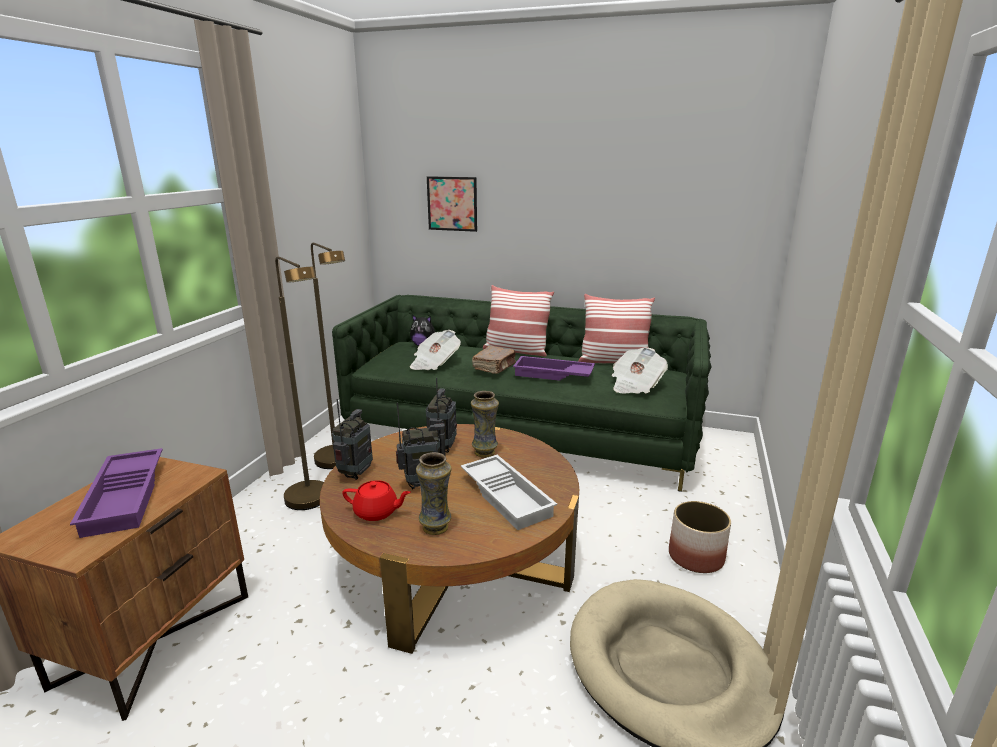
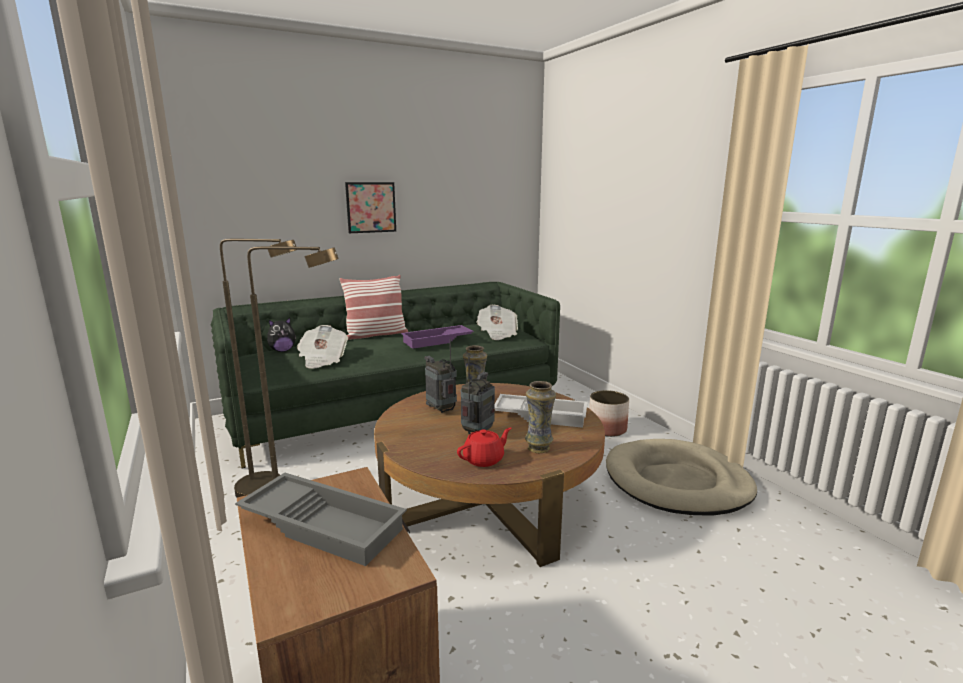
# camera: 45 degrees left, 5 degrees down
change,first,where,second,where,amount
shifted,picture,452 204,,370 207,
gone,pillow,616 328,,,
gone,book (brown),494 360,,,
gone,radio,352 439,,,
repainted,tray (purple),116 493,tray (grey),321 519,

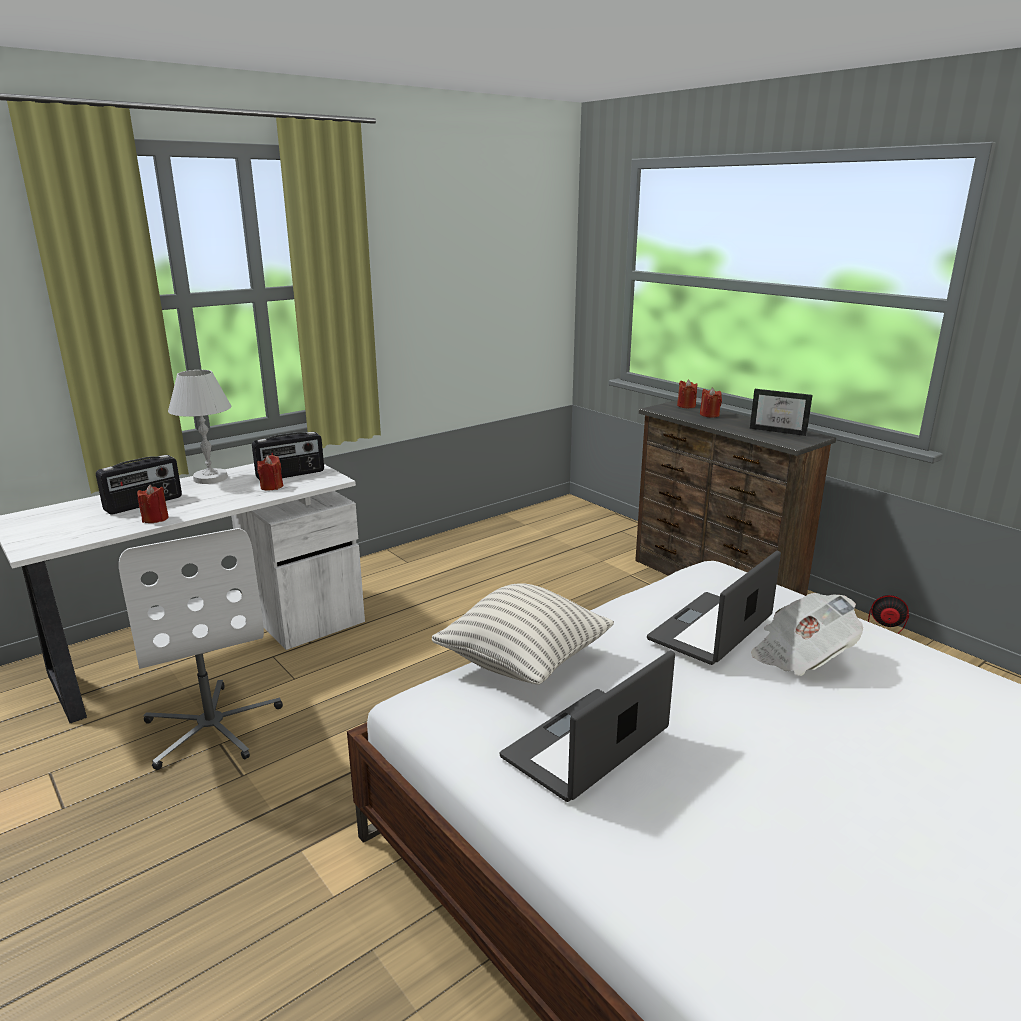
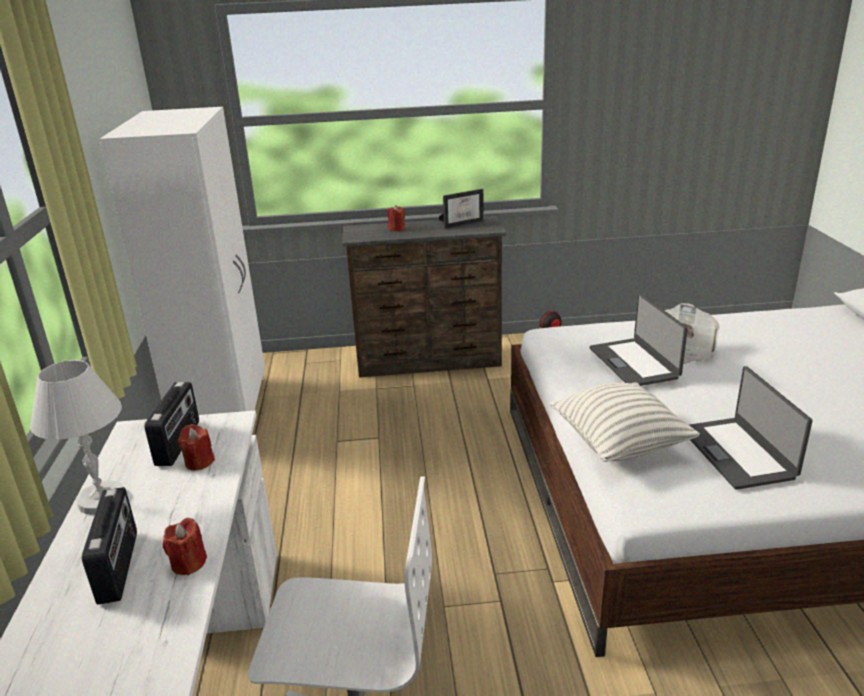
# camera: 55 degrees left, 5 degrees up
change,first,where,second,where,amount
gone,candle (red),687 394,,,
new,,,wardrobe (white),182 261,

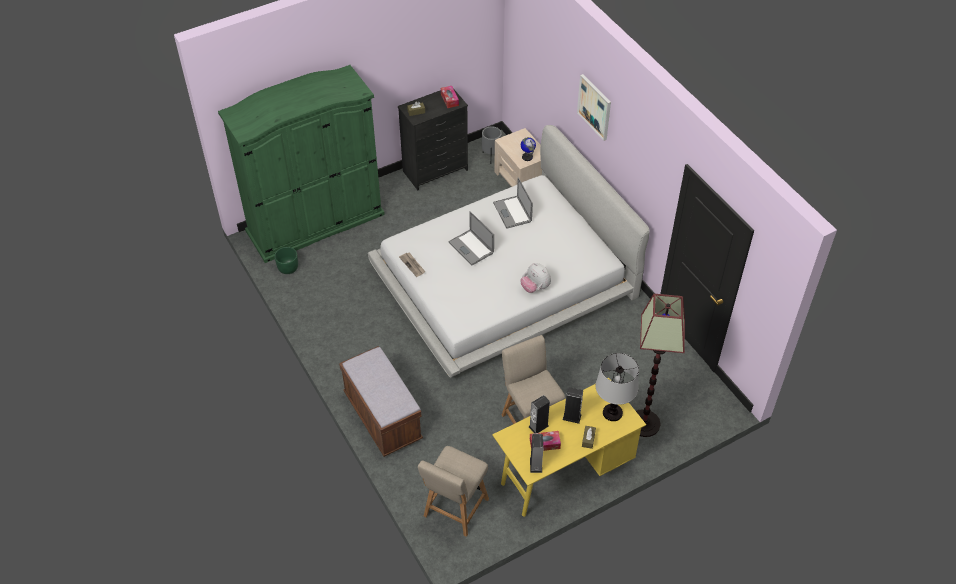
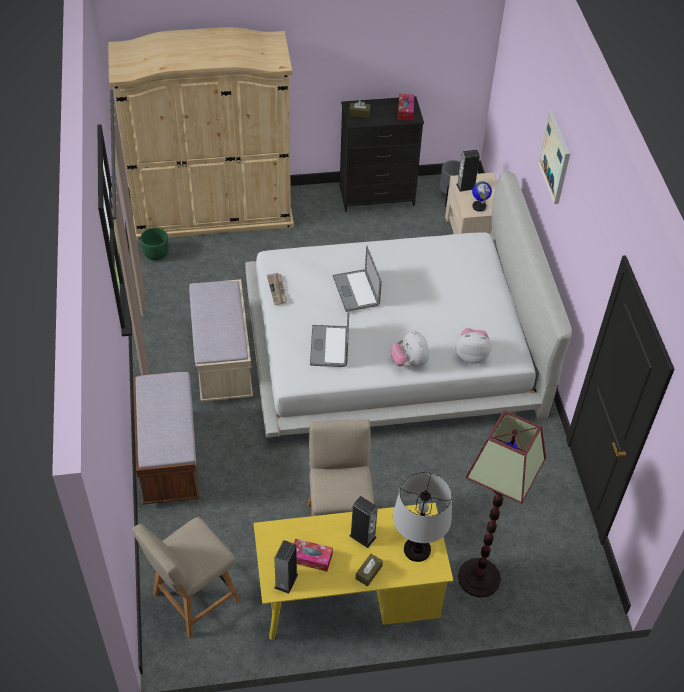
# camera: 20 degrees right, 0 degrees up
change,first,where,second,where,amount
repainted,wardrobe (green),301 164,wardrobe (beige),201 133,
shifted,laptop,513 203,,330 335,
shifted,speaker,539 414,,468 170,
new,,,bench (beige),221 340,
new,,,plush toy,473 346,

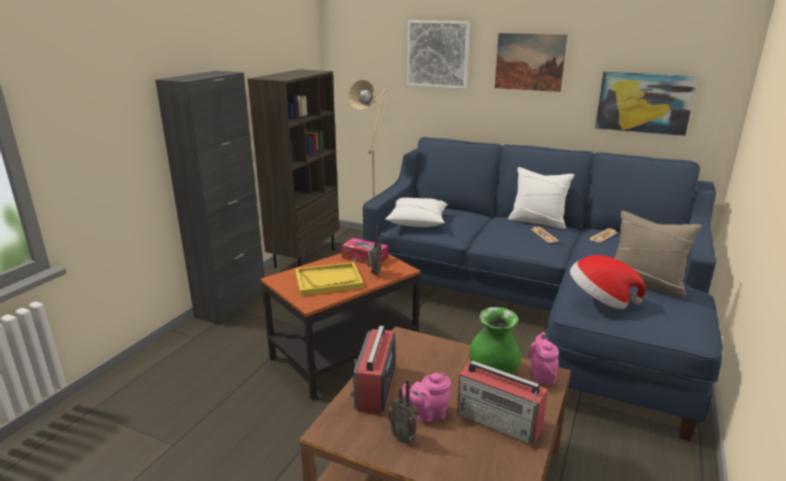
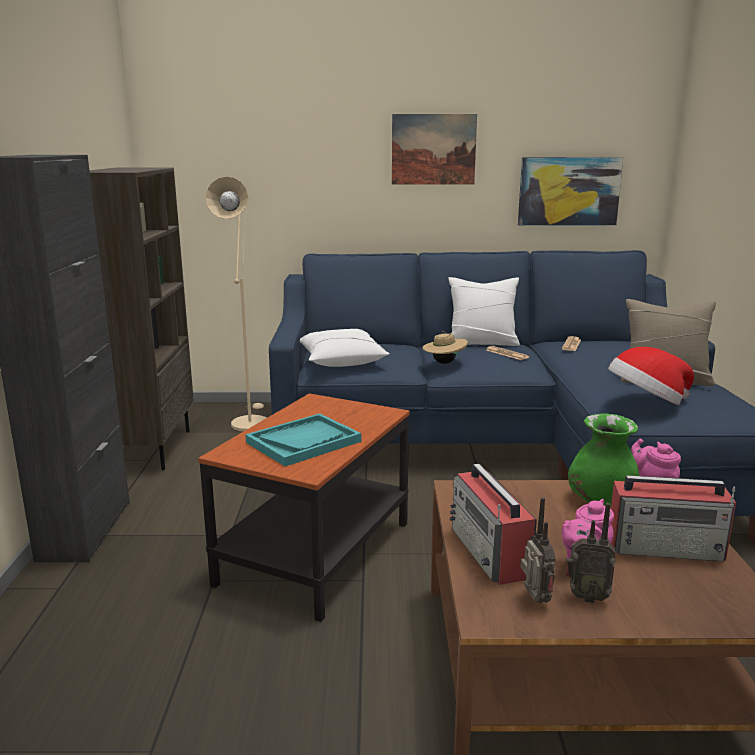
# camera: 25 degrees left, 5 degrees down
change,first,where,second,where,amount
gone,picture,438 55,,,
shifted,radio,374 250,,537 550,
gone,tissue box,364 251,,,
repainted,tray (yellow),329 279,tray (turquoise),303 439,
new,,,hat (beige),445 347,

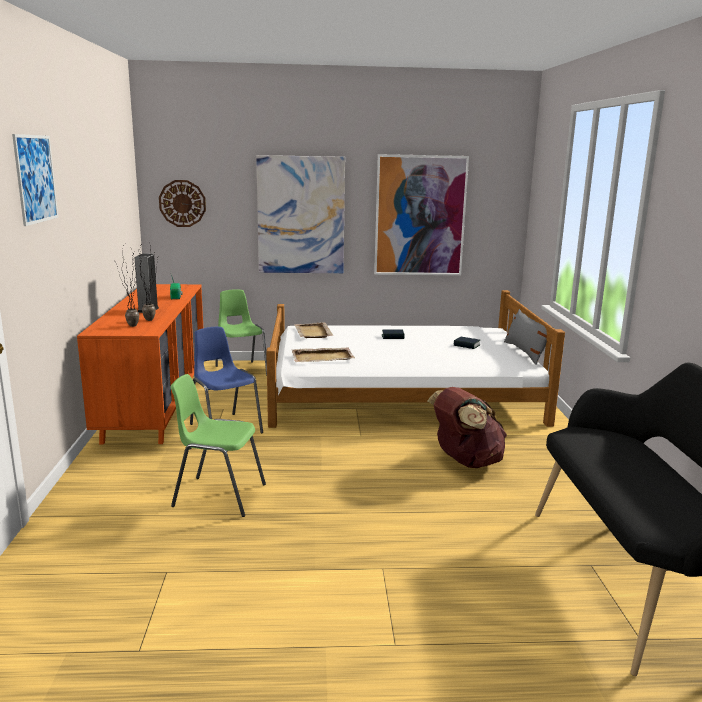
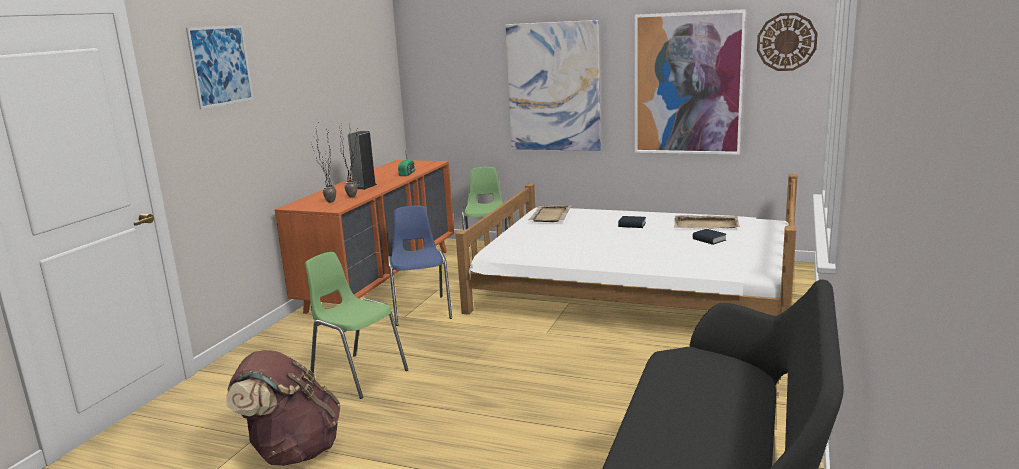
# camera: 25 degrees right, 0 degrees up
change,first,where,second,where,amount
shifted,wall clock,182 203,,787 42,
gone,pillow (grey),525 337,,,
shifted,tray (beige),323 354,,707 222,
shifted,backpack (brown),467 427,,283 408,

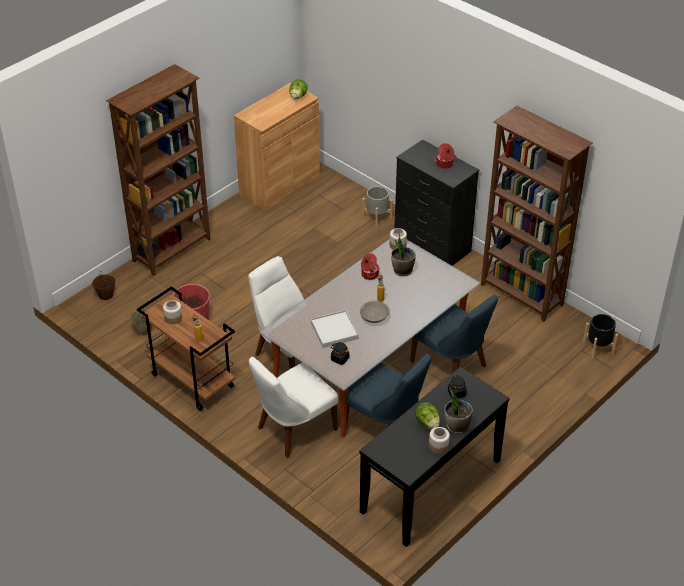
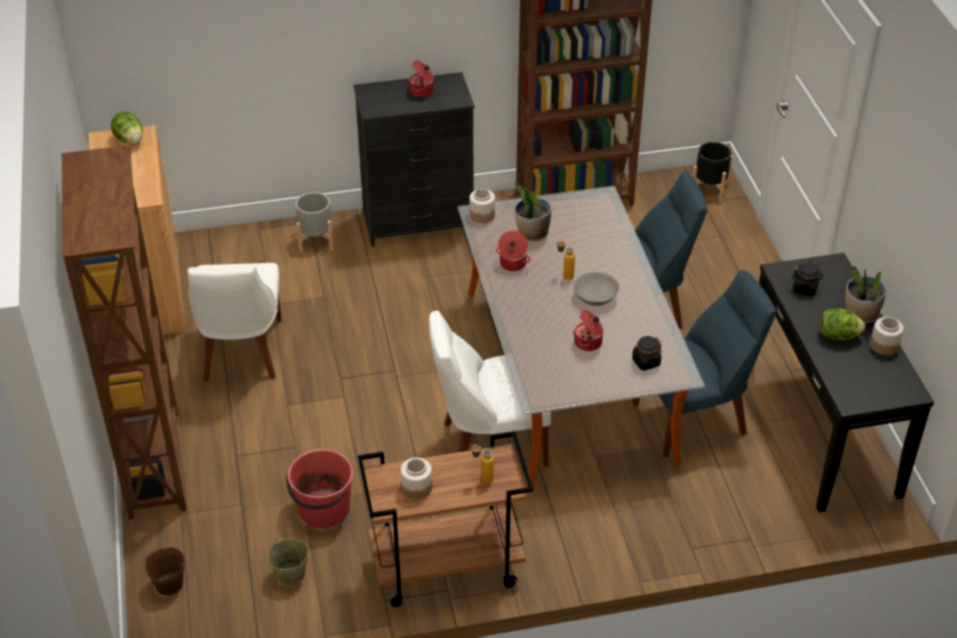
# camera: 55 degrees left, 0 degrees up
change,first,where,second,where,amount
swapped,tray (white),335 329,cooking pot,588 330,
shifted,chair (white),293 407,,234 322,

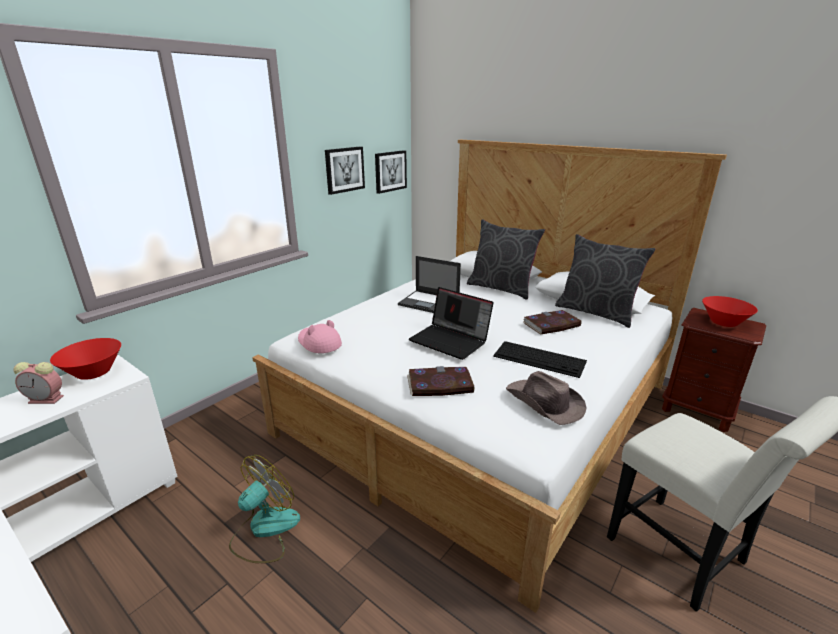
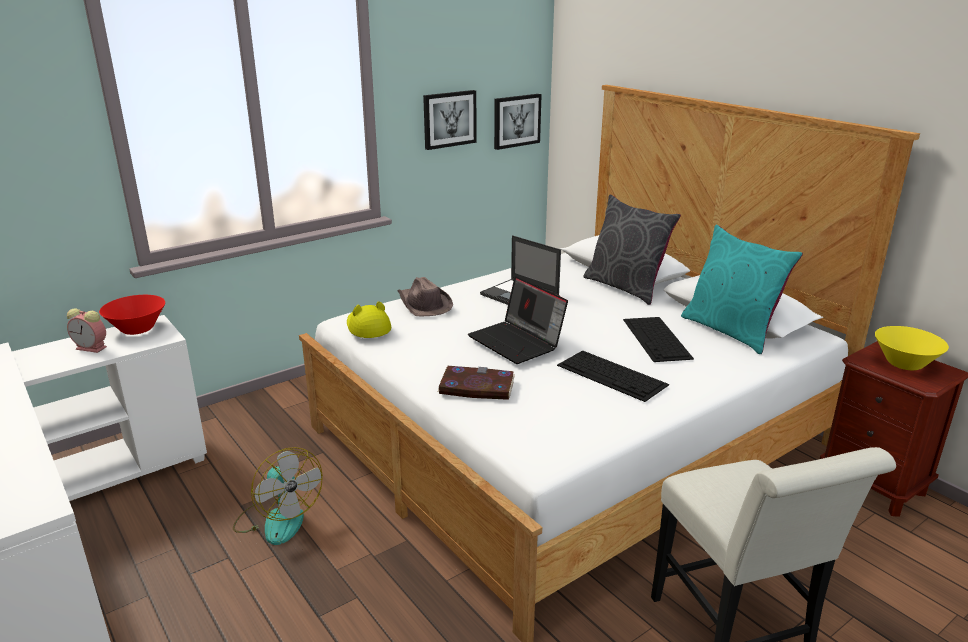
# camera: 15 degrees right, 0 degrees up
change,first,where,second,where,amount
repainted,pillow (grey),605 281,pillow (turquoise),742 289,
repainted,bowl (red),730 311,bowl (yellow),912 348,
swapped,book,552 322,keyboard,658 339,
repainted,hat (pink),320 336,hat (yellow),369 319,
shifted,hat (brown),546 398,,425 296,
rotated,fan,264 509,,278 496,90 degrees clockwise

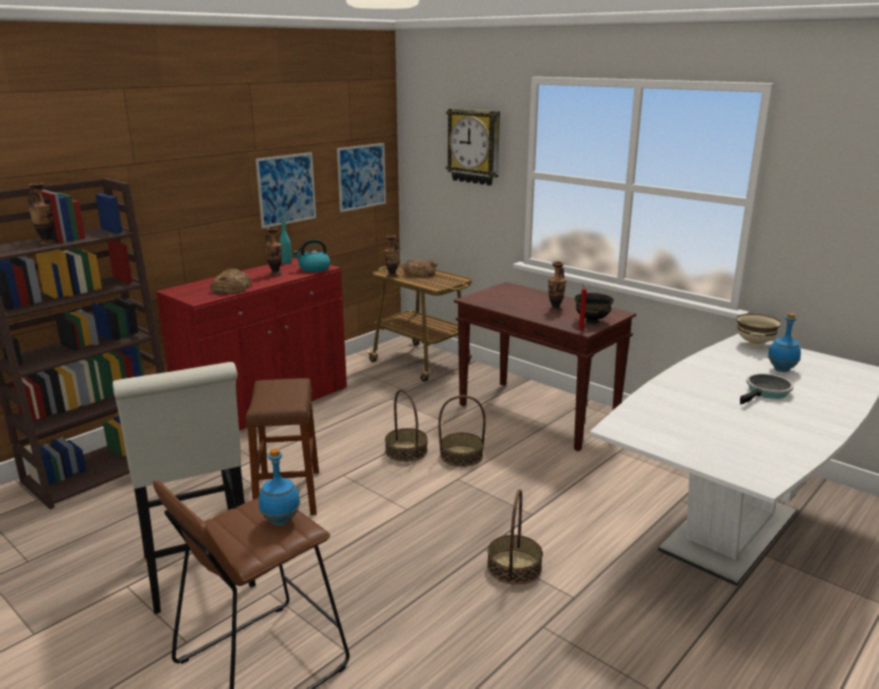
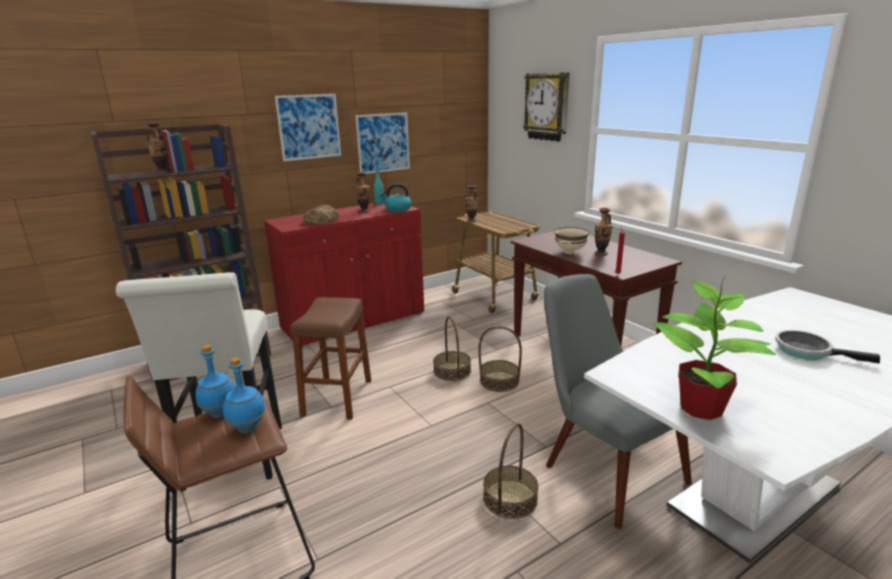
# camera: 15 degrees right, 0 degrees up
change,first,where,second,where,amount
shifted,picture,361 177,,308 127,
gone,bread,420 268,,,
gone,bowl (black),594 308,,,
shifted,bottle (blue),784 342,,215 381,
shifted,bowl (beige),758 331,,572 240,
rotated,frying pan,767 388,,827 347,120 degrees counterclockwise
new,,,chair (grey),618 401,
new,,,potted plant,715 349,

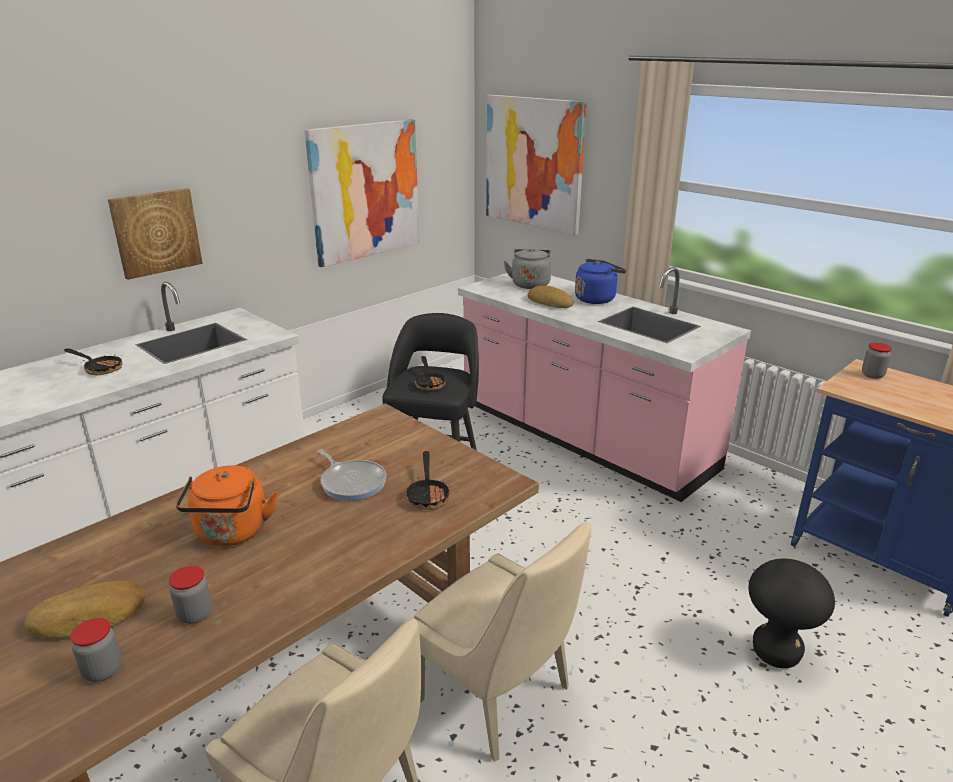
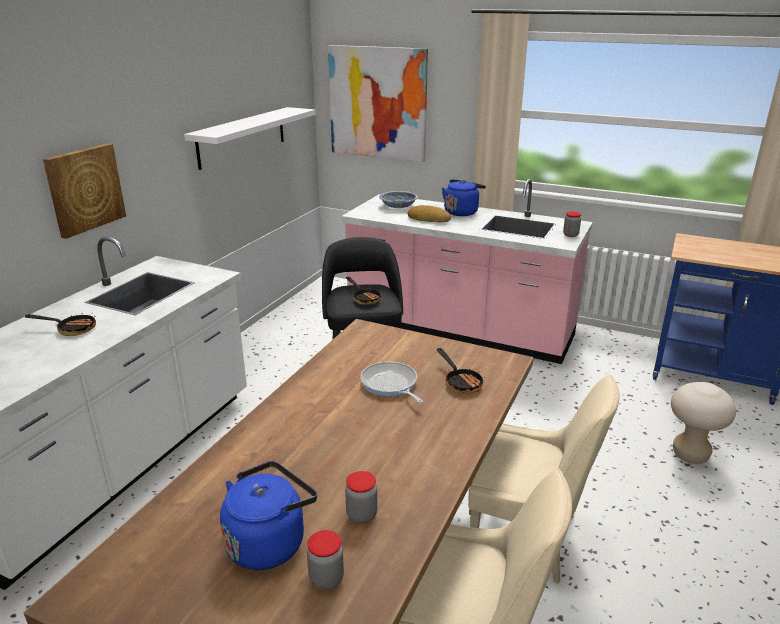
# camera: 20 degrees left, 0 degrees up
change,first,where,second,where,amount
swapped,picture,362 193,shelf (white),249 138,
swapped,kettle (grey),527 268,bowl,398 199,
shifted,jar,877 361,,572 224,
rotated,frying pan,352 475,,392 382,150 degrees counterclockwise
gone,kettle (orange),227 505,,,
repainted,stool (black),791 613,stool (beige),703 423,
swapped,bread,84 610,kettle (blue),268 515,

